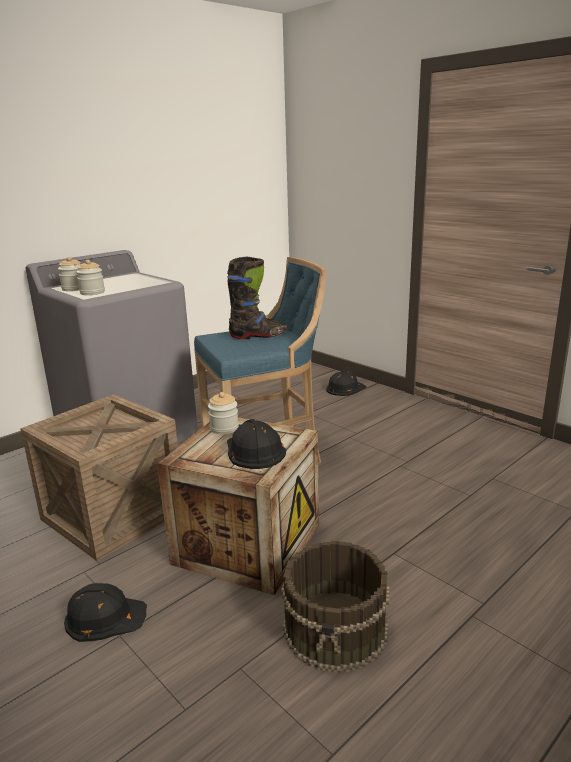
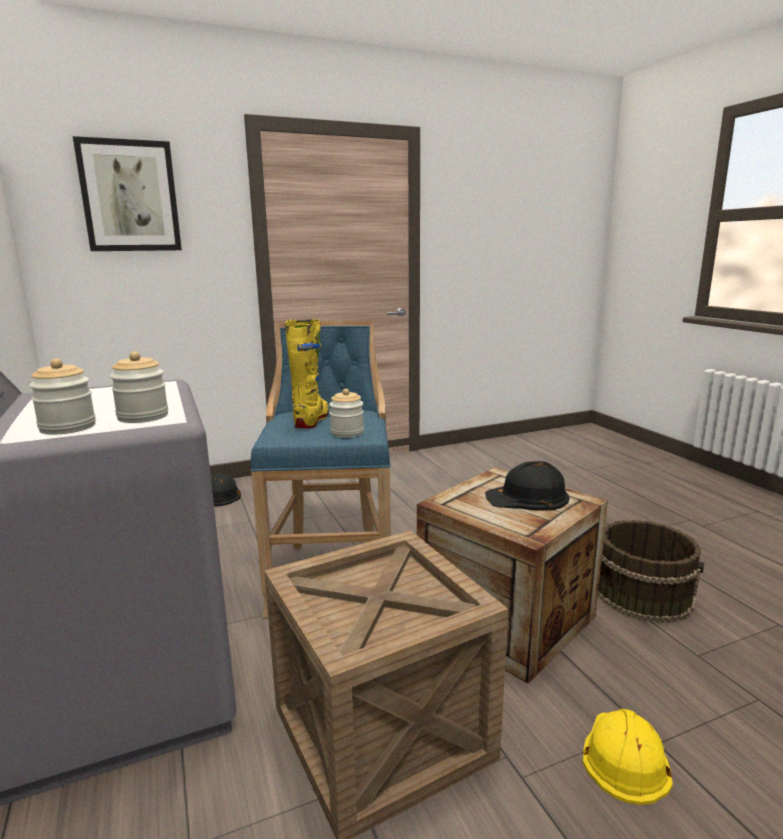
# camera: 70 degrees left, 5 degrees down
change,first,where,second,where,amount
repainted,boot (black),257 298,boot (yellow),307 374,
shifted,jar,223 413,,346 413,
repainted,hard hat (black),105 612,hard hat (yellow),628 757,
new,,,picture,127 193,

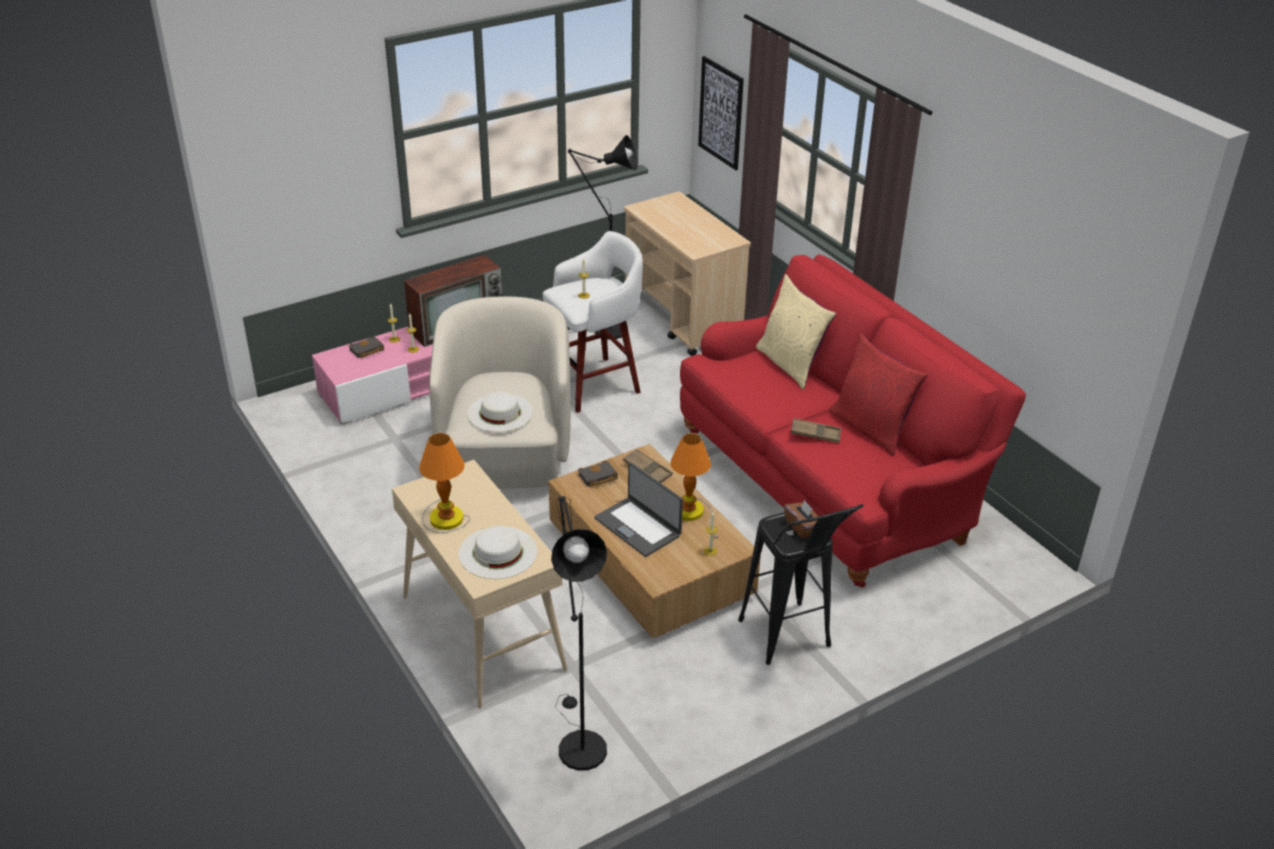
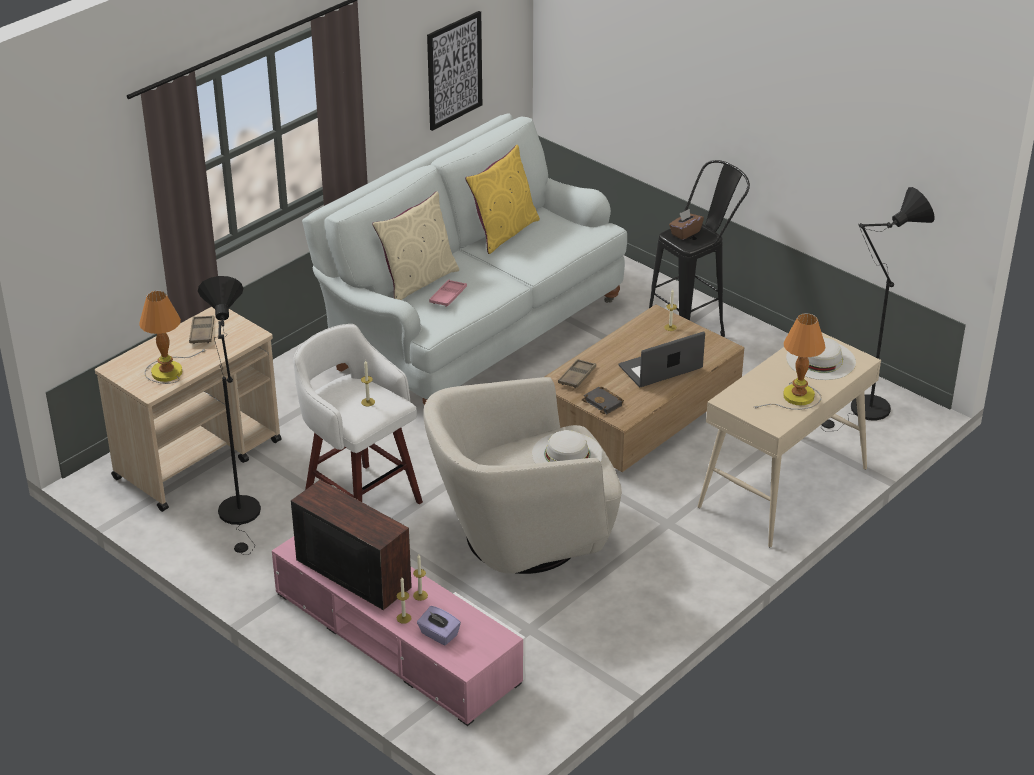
# camera: 105 degrees left, 0 degrees up
change,first,where,second,where,amount
shifted,picture,721 113,,454 71,
repainted,sofa (red),853 421,sofa (white),464 260,
repainted,pillow (red),878 394,pillow (yellow),502 199,
swapped,book (black),366 347,tissue box (purple),439 626,
shifted,tray (brown),816 430,,202 329,
shifted,table lamp,694 485,,172 337,
rotated,laptop,638 509,,662 359,150 degrees counterclockwise
new,,,tray (pink),448 293,

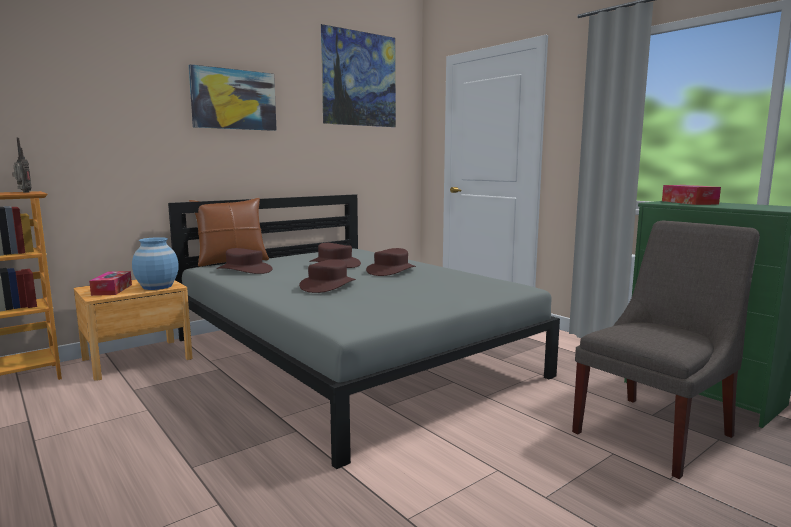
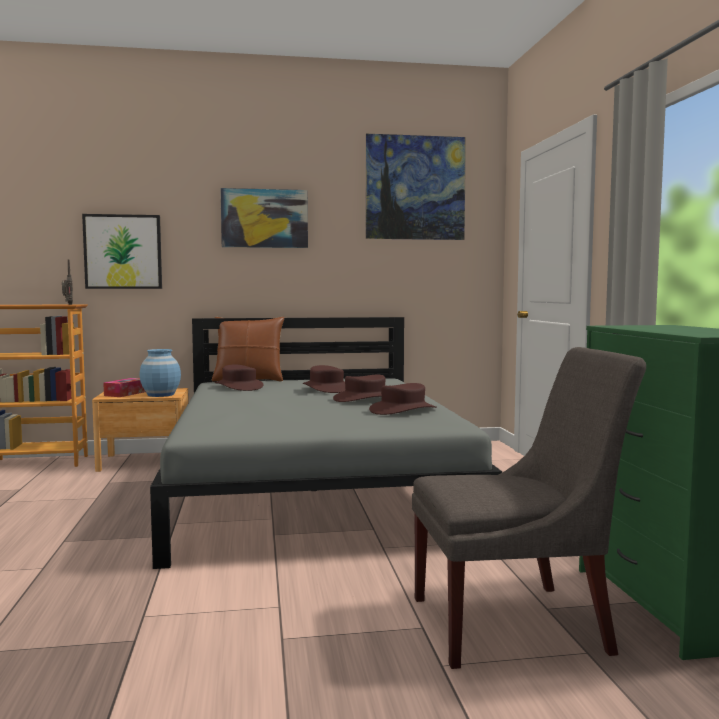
# camera: 30 degrees right, 5 degrees down
change,first,where,second,where,amount
gone,tissue box,691 195,,,
shifted,hat (brown),327 276,,403 399,
new,,,picture,122 251,

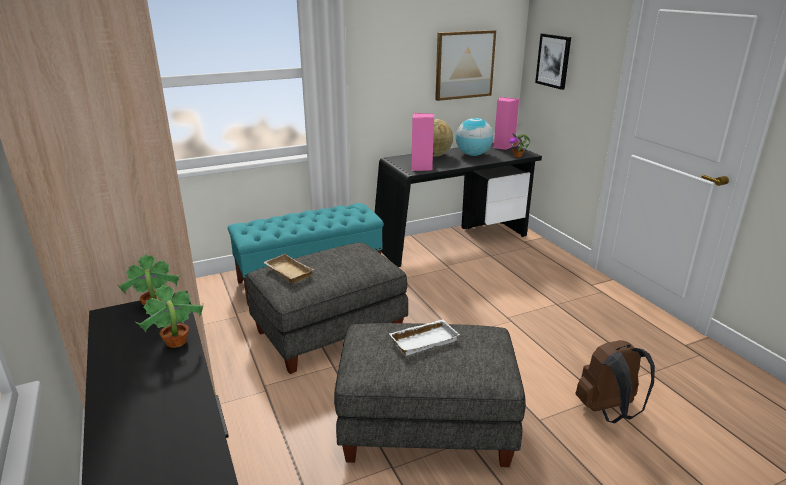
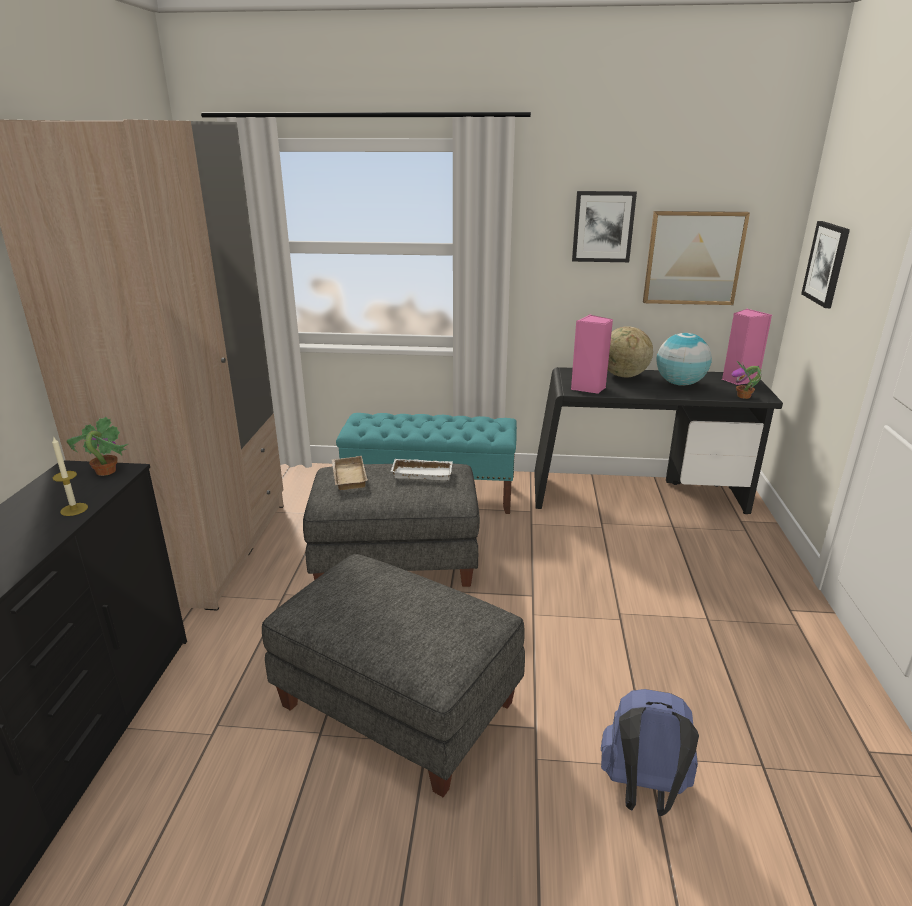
# camera: 30 degrees right, 0 degrees up
change,first,where,second,where,amount
swapped,potted plant,169 316,candle,70 476,
shifted,tray (white),424 337,,422 469,
repainted,backpack (brown),615 381,backpack (blue),650 752,
new,,,picture,604 226,

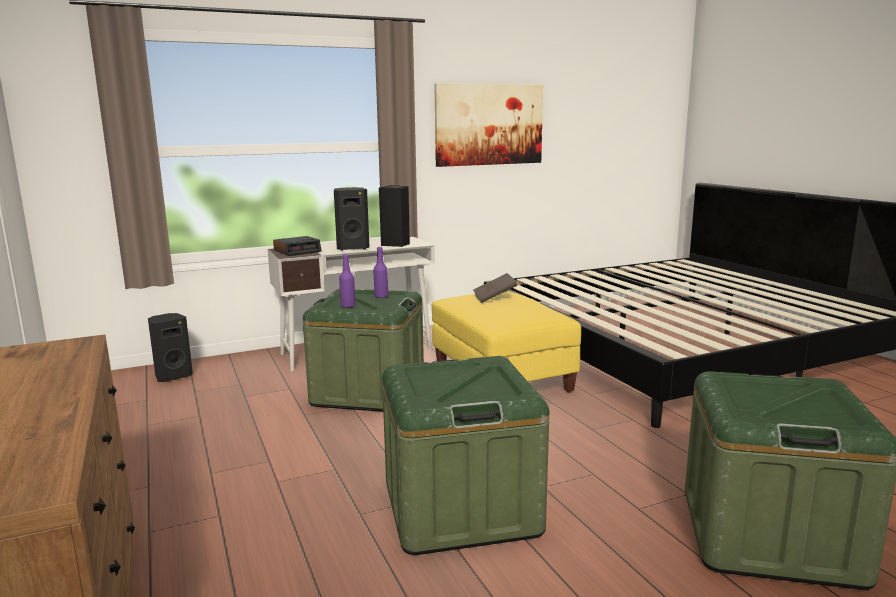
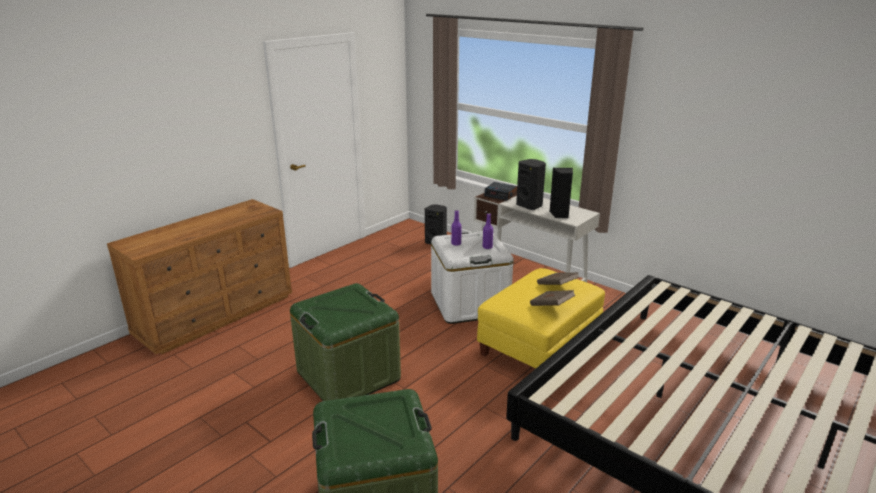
# camera: 65 degrees right, 10 degrees up
change,first,where,second,where,amount
gone,picture,488 125,,,
repainted,storage box (green),363 350,storage box (white),472 277,
new,,,book (brown),552 298,

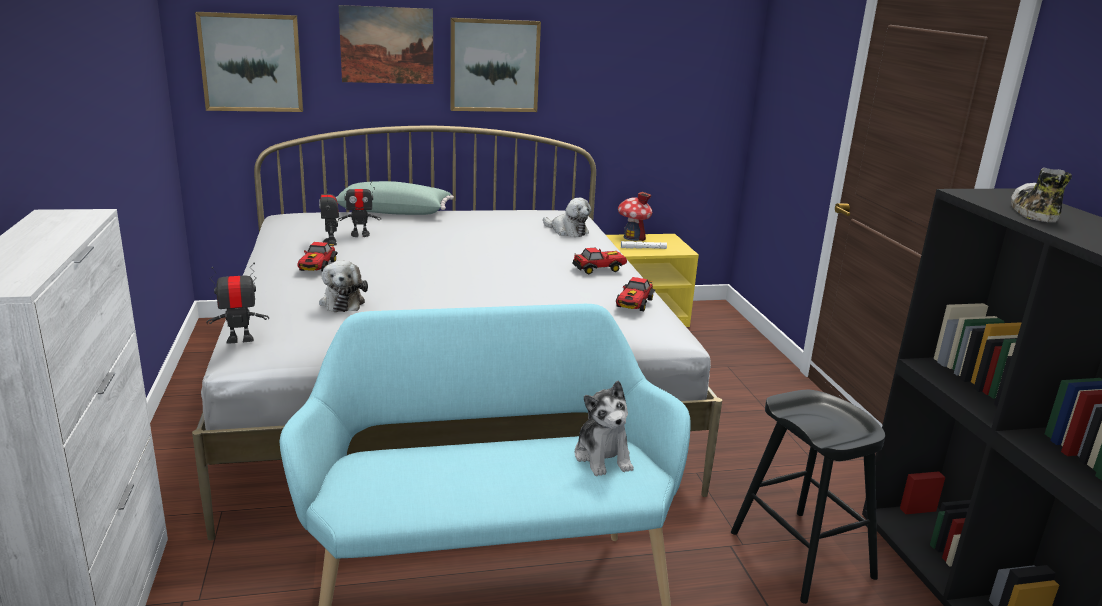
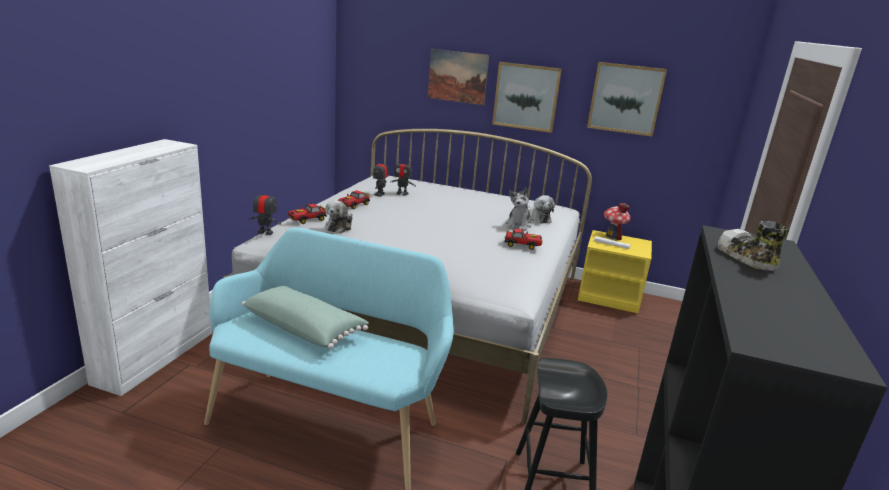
# camera: 30 degrees right, 0 degrees up
change,first,where,second,where,amount
shifted,picture,249 62,,627 99,
rotated,shoe,1041 195,,753 246,60 degrees counterclockwise
shifted,pillow (green),395 198,,305 317,
shifted,toy car,635 294,,307 214,
shifted,plush toy,604 428,,519 209,

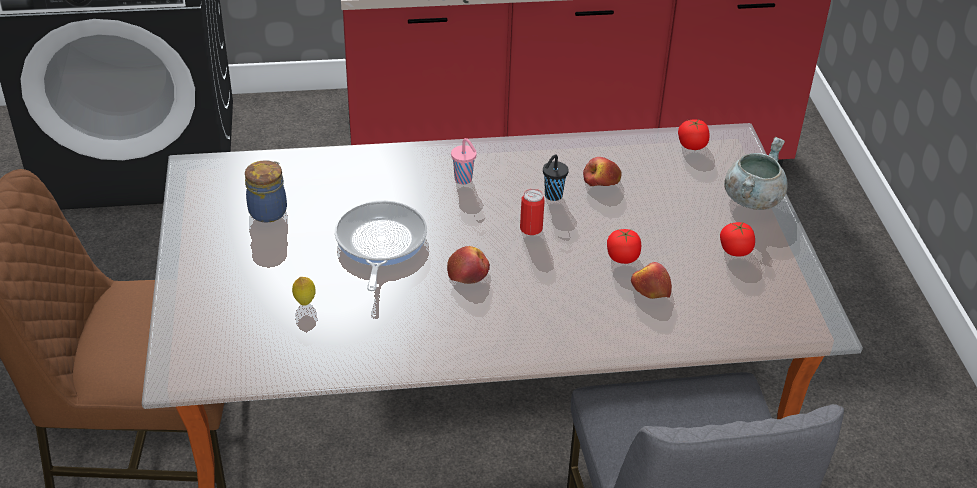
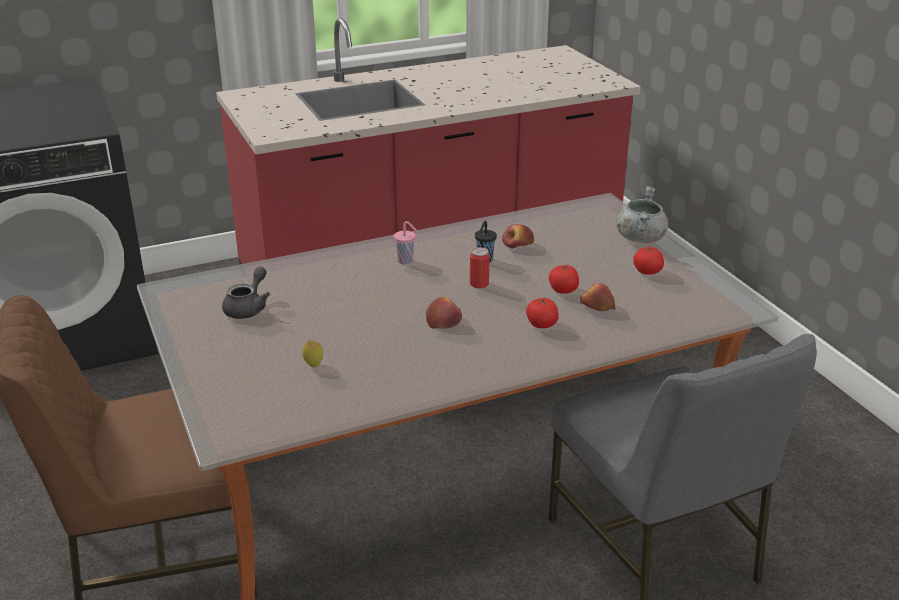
# camera: 15 degrees left, 10 degrees down
change,first,where,second,where,amount
shifted,tomato,693 134,,542 312,
swapped,jar,266 191,teapot (grey),246 293,
gone,frying pan,381 246,,,

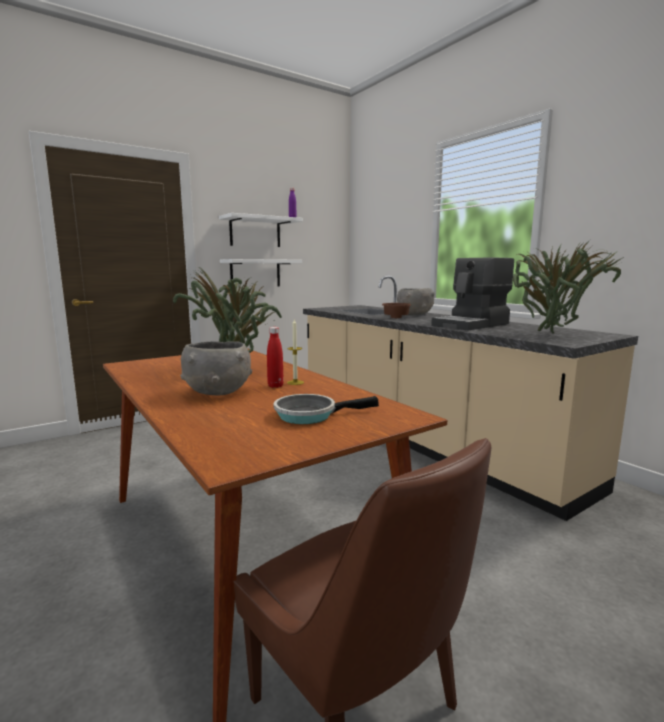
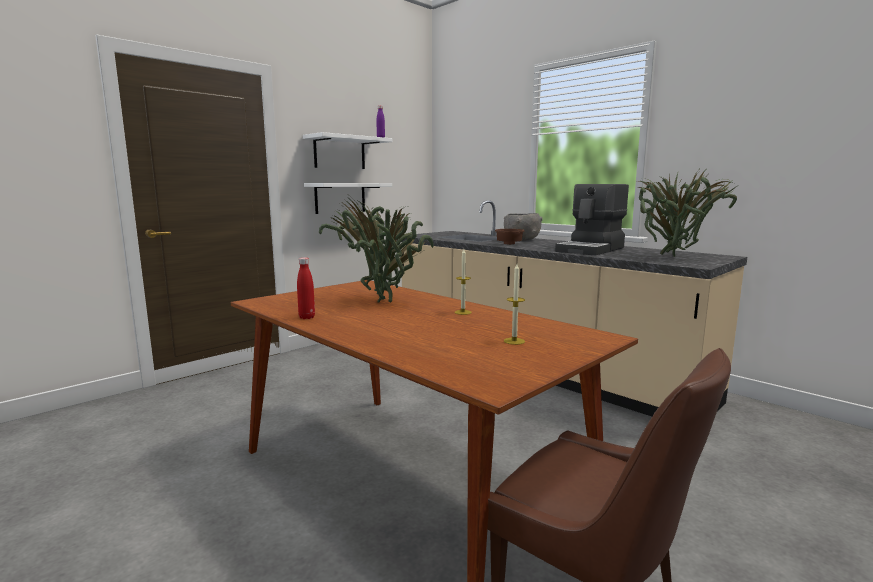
# camera: 10 degrees left, 0 degrees up
change,first,where,second,where,amount
shifted,bottle (red),275 357,,306 288,
gone,bowl (grey),216 368,,,
swapped,frying pan,326 409,candle,514 304,

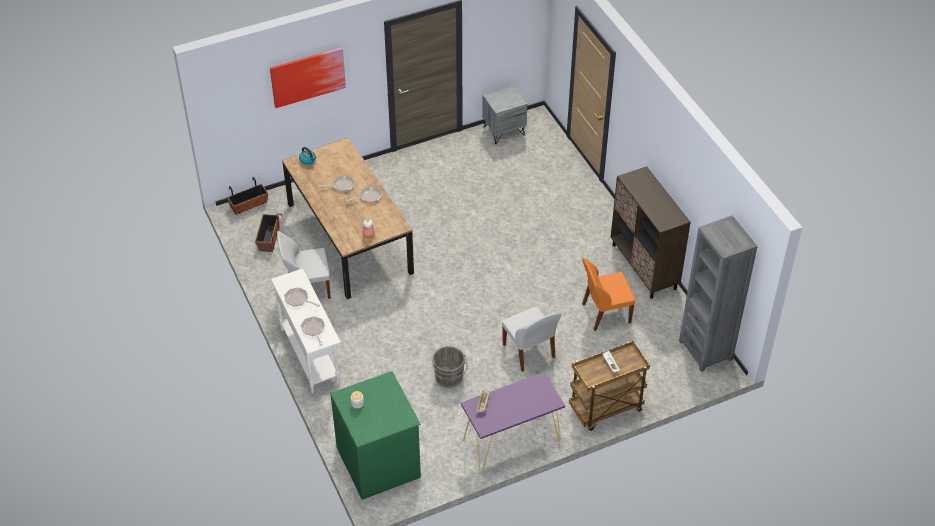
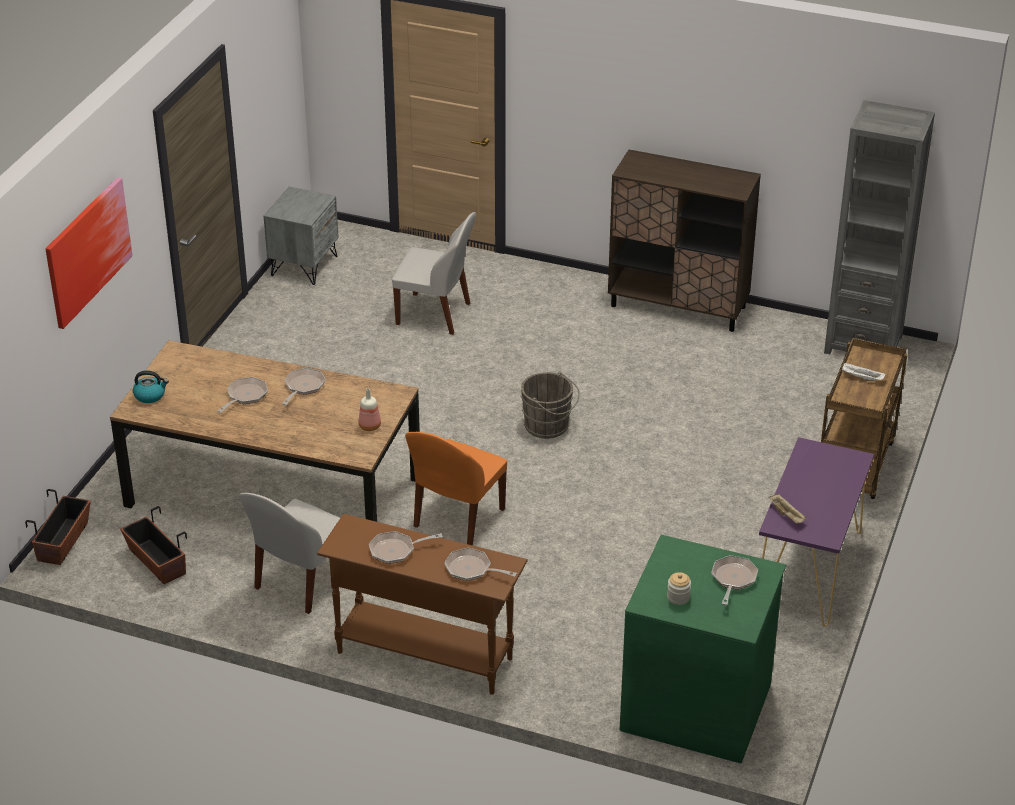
# camera: 45 degrees left, 10 degrees down
change,first,where,second,where,amount
shifted,chair (orange),608 294,,456 489,
repainted,console table (white),306 331,console table (brown),422 604,
shifted,chair (white),532 339,,434 273,
shifted,bucket (grey),450 367,,549 405,
new,,,frying pan,734 580,

